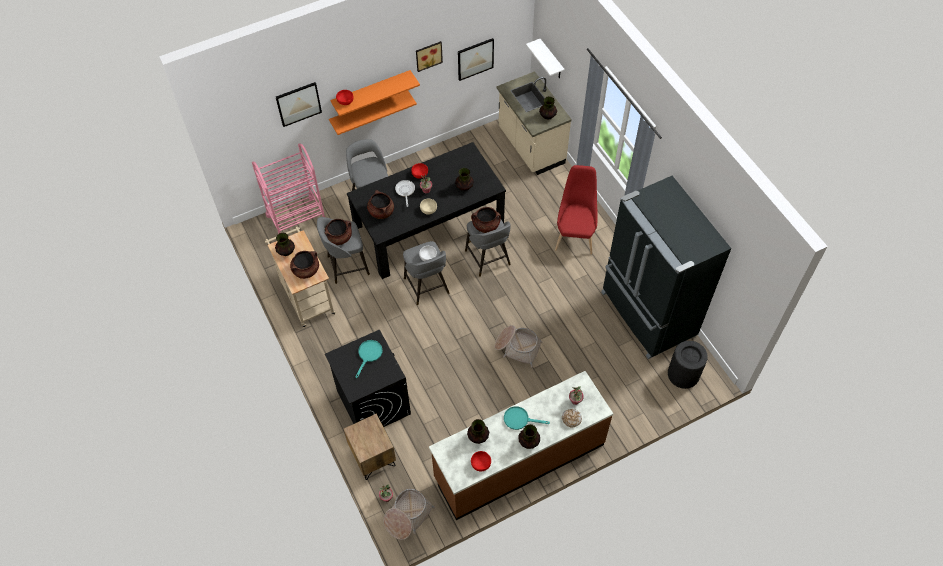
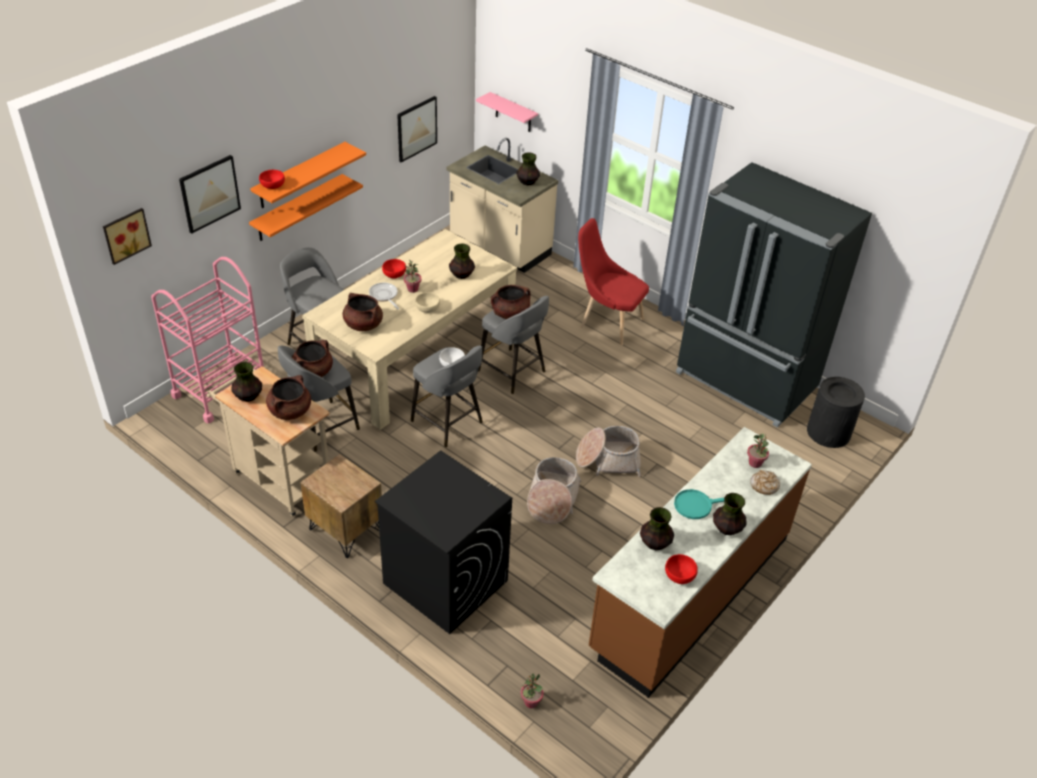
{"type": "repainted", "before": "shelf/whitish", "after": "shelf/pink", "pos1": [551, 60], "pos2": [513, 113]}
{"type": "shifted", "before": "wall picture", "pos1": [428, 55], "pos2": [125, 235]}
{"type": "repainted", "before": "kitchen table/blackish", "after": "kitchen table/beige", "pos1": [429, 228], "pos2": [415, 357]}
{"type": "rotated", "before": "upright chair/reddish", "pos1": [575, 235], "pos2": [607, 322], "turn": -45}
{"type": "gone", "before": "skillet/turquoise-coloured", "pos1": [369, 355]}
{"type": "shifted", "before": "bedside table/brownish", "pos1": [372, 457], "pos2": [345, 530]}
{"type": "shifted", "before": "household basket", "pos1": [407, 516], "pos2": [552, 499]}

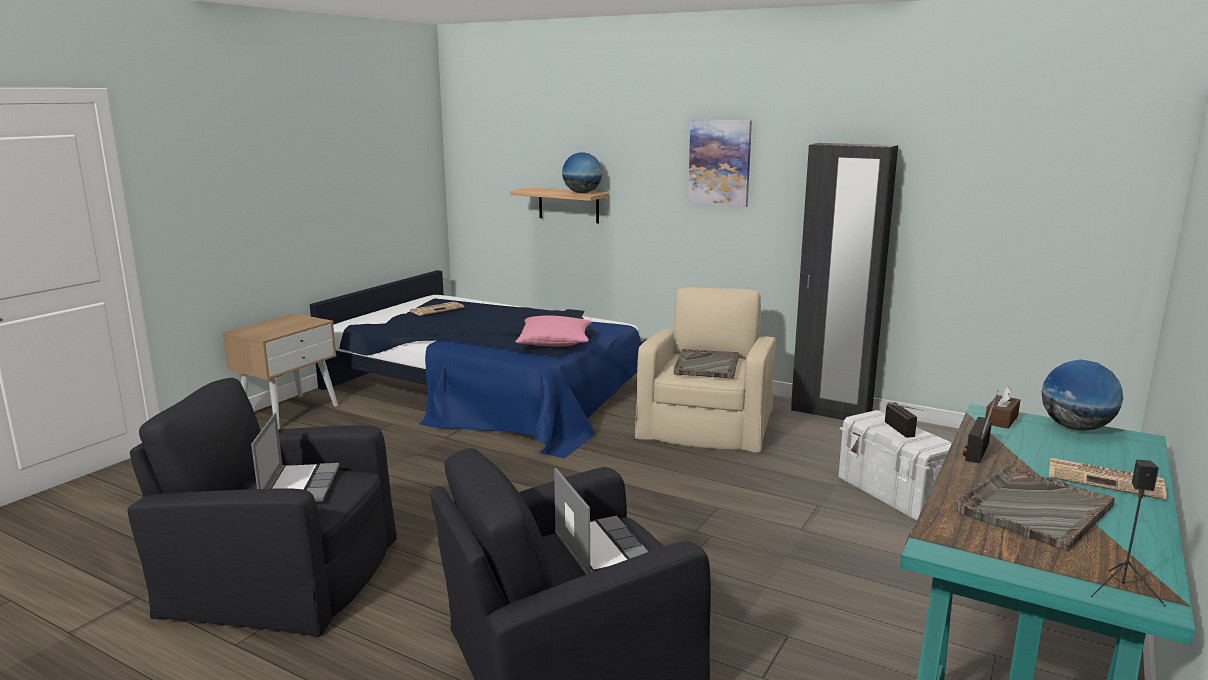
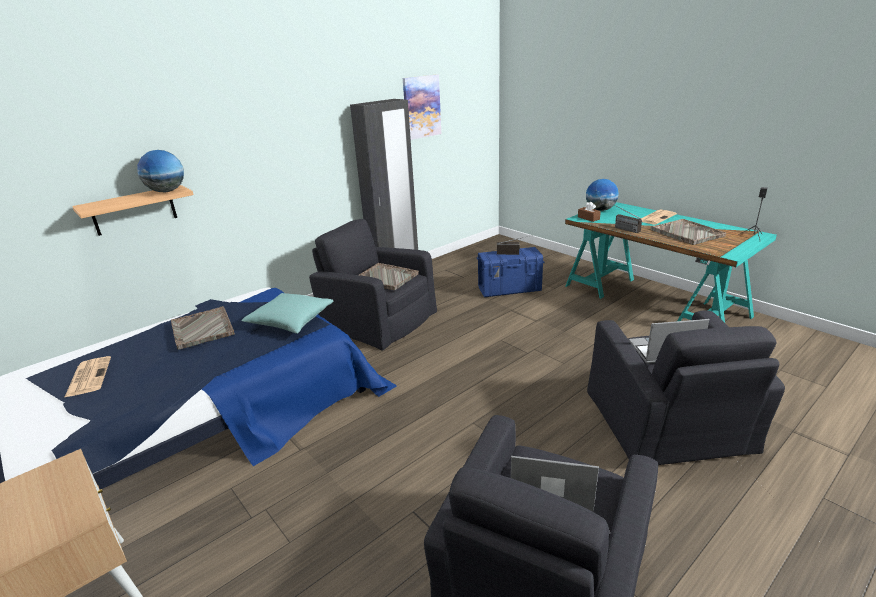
{"type": "shifted", "before": "wall picture", "pos1": [719, 162], "pos2": [421, 107]}
{"type": "repainted", "before": "lounge chair/beige", "after": "lounge chair/blackish", "pos1": [706, 423], "pos2": [377, 319]}
{"type": "repainted", "before": "cushion/pink", "after": "cushion/turquoise-coloured", "pos1": [555, 343], "pos2": [291, 321]}
{"type": "repainted", "before": "storage box/whitish", "after": "storage box/blue-coloured", "pos1": [894, 496], "pos2": [509, 289]}
{"type": "new", "after": "tray/gray", "pos2": [202, 329]}

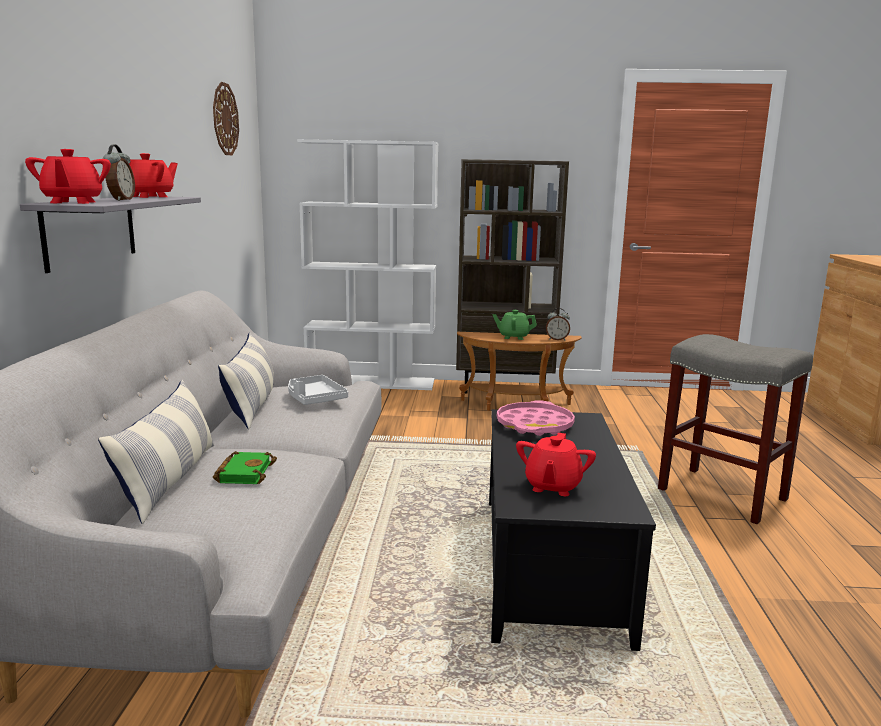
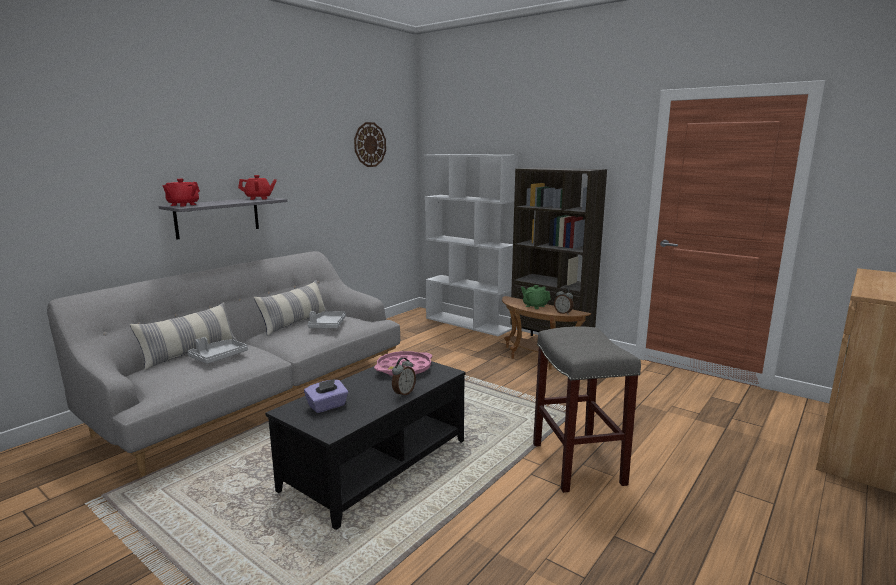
{"type": "shifted", "before": "table clock", "pos1": [121, 200], "pos2": [403, 393]}
{"type": "swapped", "before": "tea pot/reddish", "after": "box of tissues/purple", "pos1": [552, 486], "pos2": [327, 406]}
{"type": "swapped", "before": "volume/greenish", "after": "tray/gray", "pos1": [244, 472], "pos2": [218, 357]}

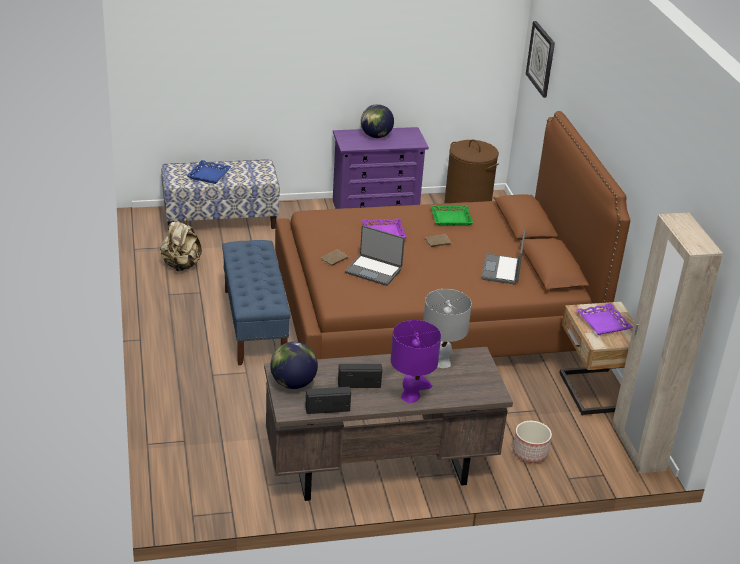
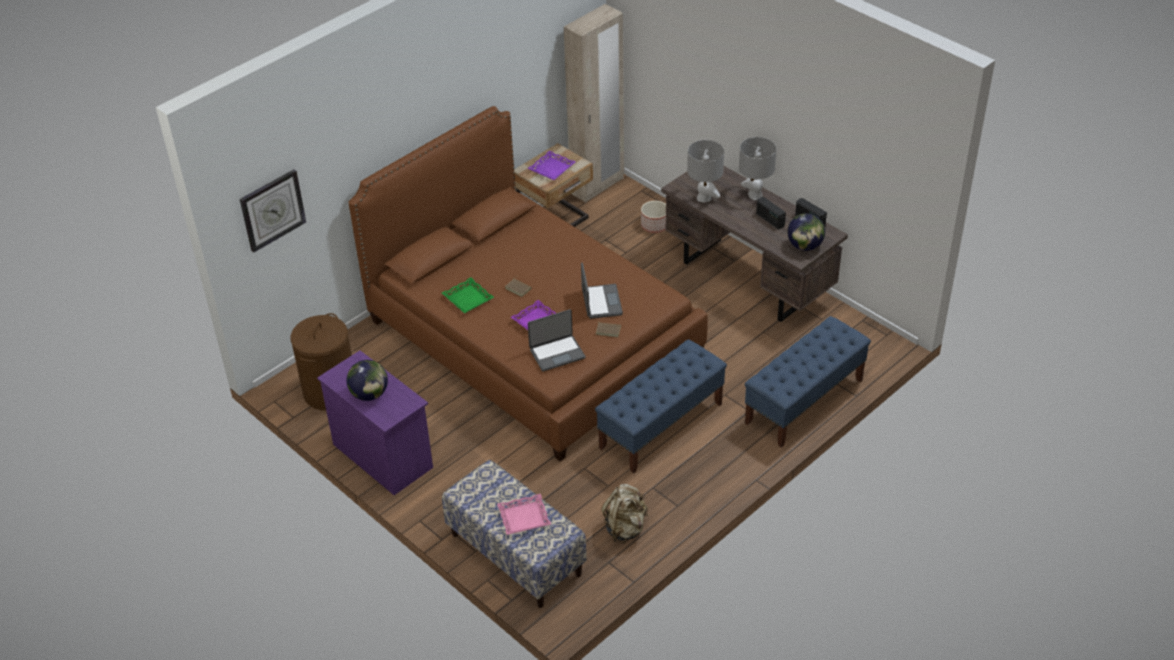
{"type": "repainted", "before": "tray/blue-coloured", "after": "tray/pink", "pos1": [209, 175], "pos2": [524, 518]}
{"type": "shifted", "before": "notebook computer", "pos1": [502, 270], "pos2": [557, 353]}
{"type": "repainted", "before": "lamp for a table/purple", "after": "lamp for a table/gray", "pos1": [410, 396], "pos2": [755, 195]}
{"type": "new", "after": "indoor bench/blue-coloured", "pos2": [804, 402]}

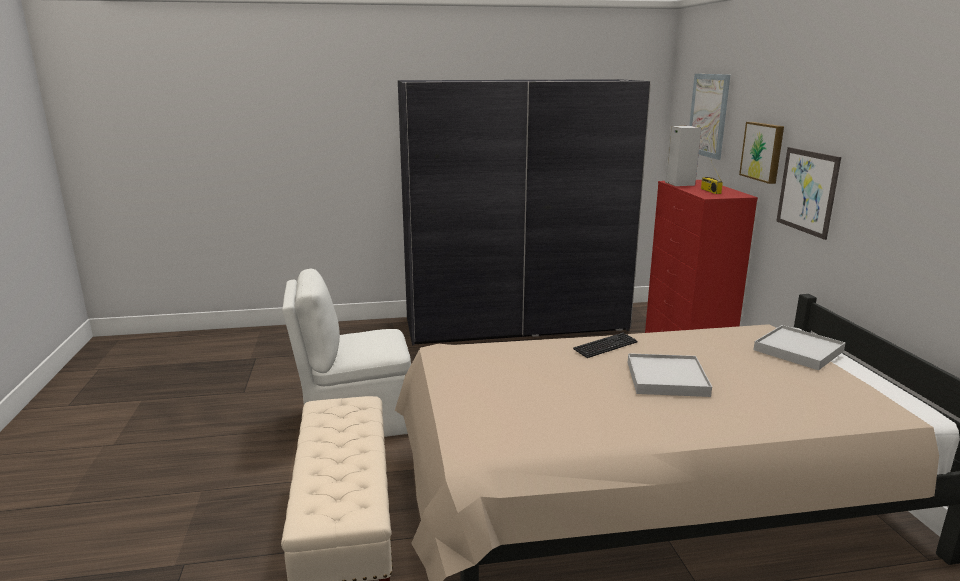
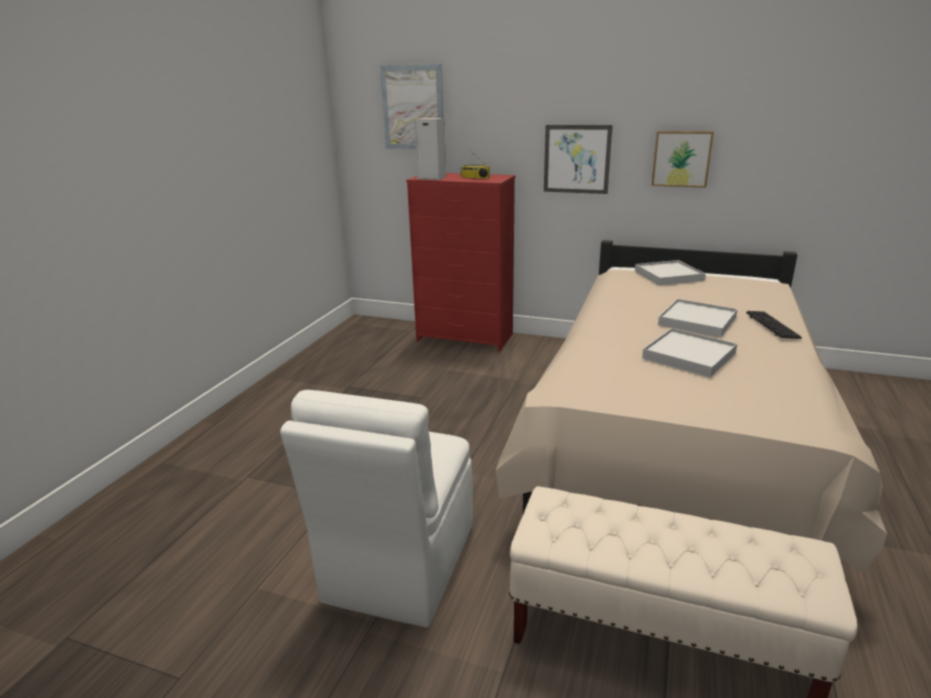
{"type": "gone", "before": "clothes cupboard/gray", "pos1": [516, 324]}
{"type": "shifted", "before": "wall picture", "pos1": [763, 151], "pos2": [681, 158]}
{"type": "shifted", "before": "keyboard", "pos1": [605, 346], "pos2": [772, 326]}
{"type": "new", "after": "tray/whitish", "pos2": [689, 355]}

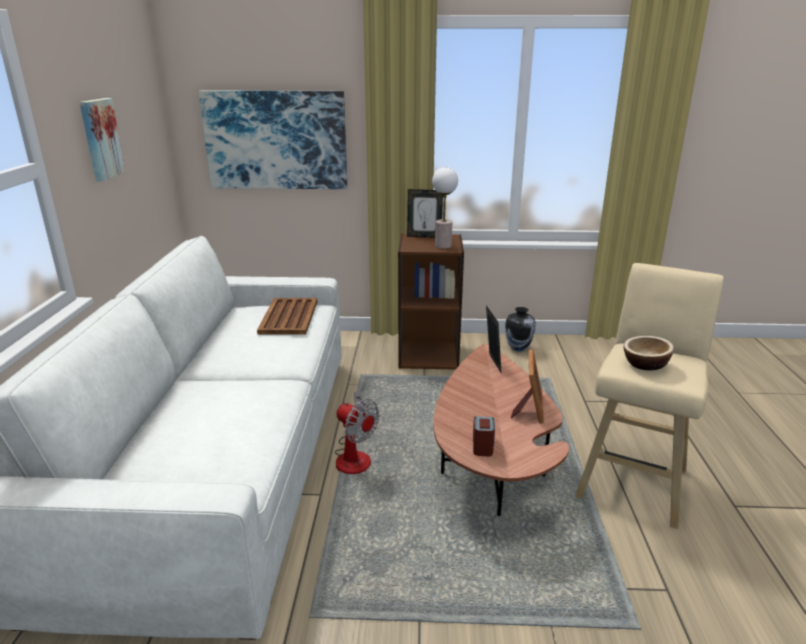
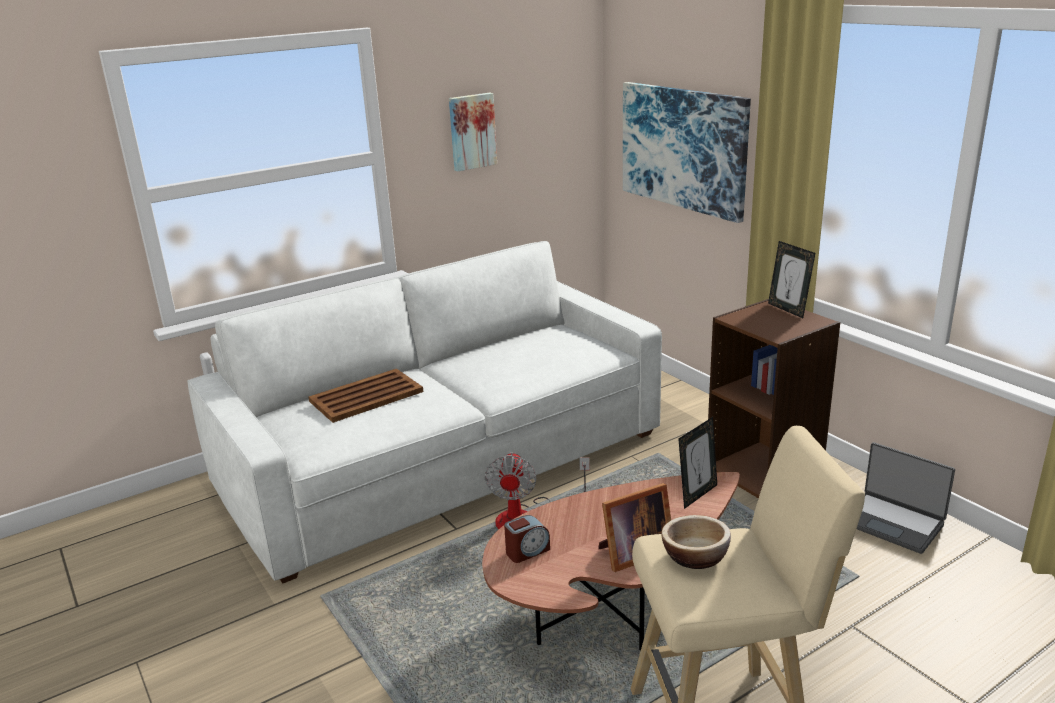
{"type": "gone", "before": "lamp for a table", "pos1": [443, 246]}
{"type": "shifted", "before": "tray/brownish", "pos1": [288, 317], "pos2": [365, 396]}
{"type": "swapped", "before": "vase", "after": "notebook computer", "pos1": [518, 348], "pos2": [892, 523]}

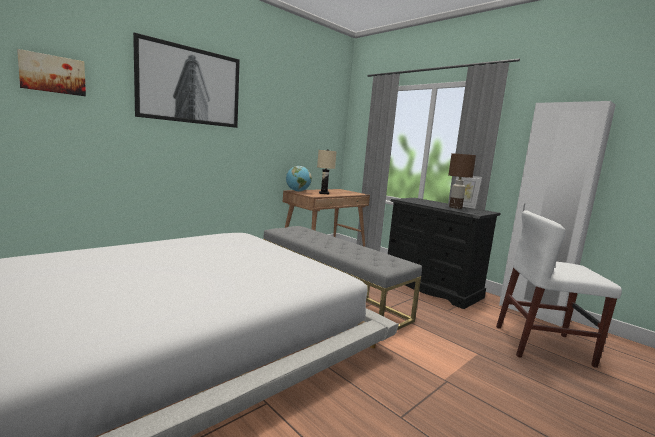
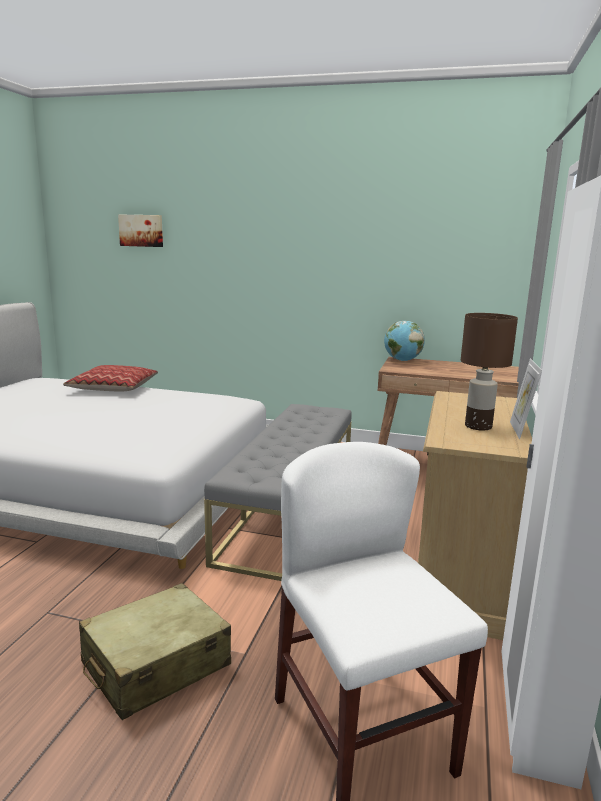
{"type": "gone", "before": "wall picture", "pos1": [190, 85]}
{"type": "gone", "before": "lamp for a table/beige", "pos1": [324, 193]}
{"type": "repainted", "before": "dresser/blackish", "after": "dresser/beige", "pos1": [431, 287], "pos2": [460, 575]}
{"type": "new", "after": "cushion", "pos2": [113, 388]}
{"type": "new", "after": "travel case/beige", "pos2": [155, 665]}

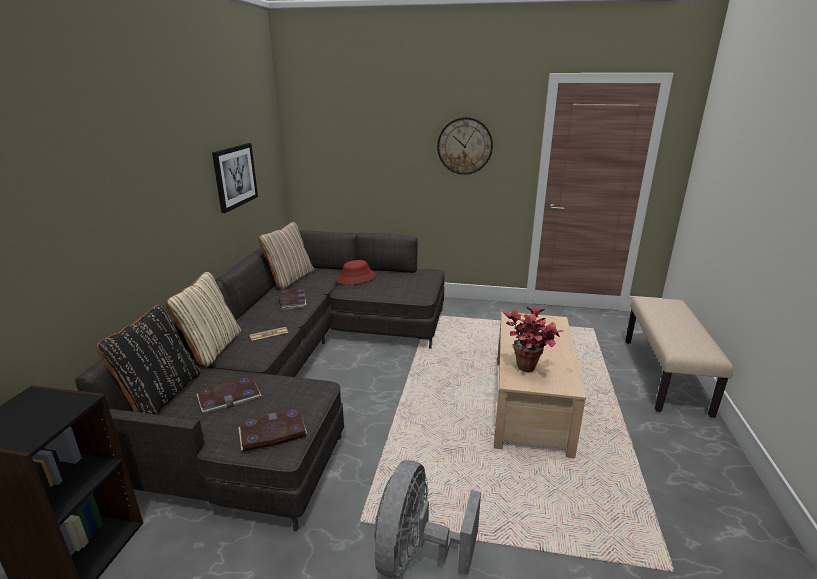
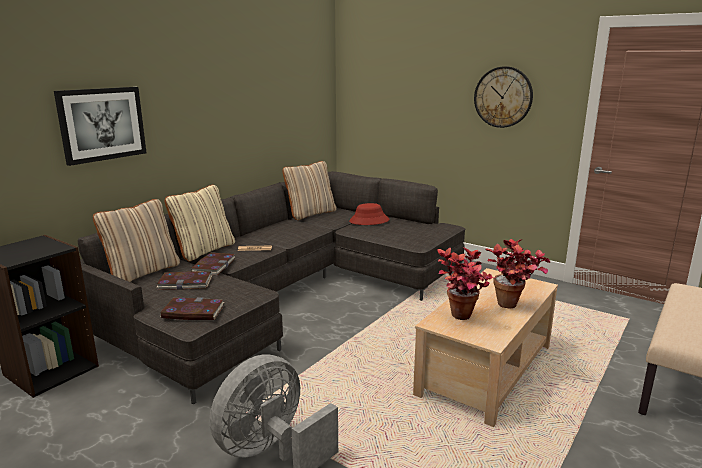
{"type": "shifted", "before": "wall picture", "pos1": [235, 176], "pos2": [102, 124]}
{"type": "shifted", "before": "volume", "pos1": [292, 300], "pos2": [213, 266]}
{"type": "repainted", "before": "cushion/blackish", "after": "cushion/beige", "pos1": [161, 395], "pos2": [143, 272]}
{"type": "new", "after": "houseplant", "pos2": [513, 307]}

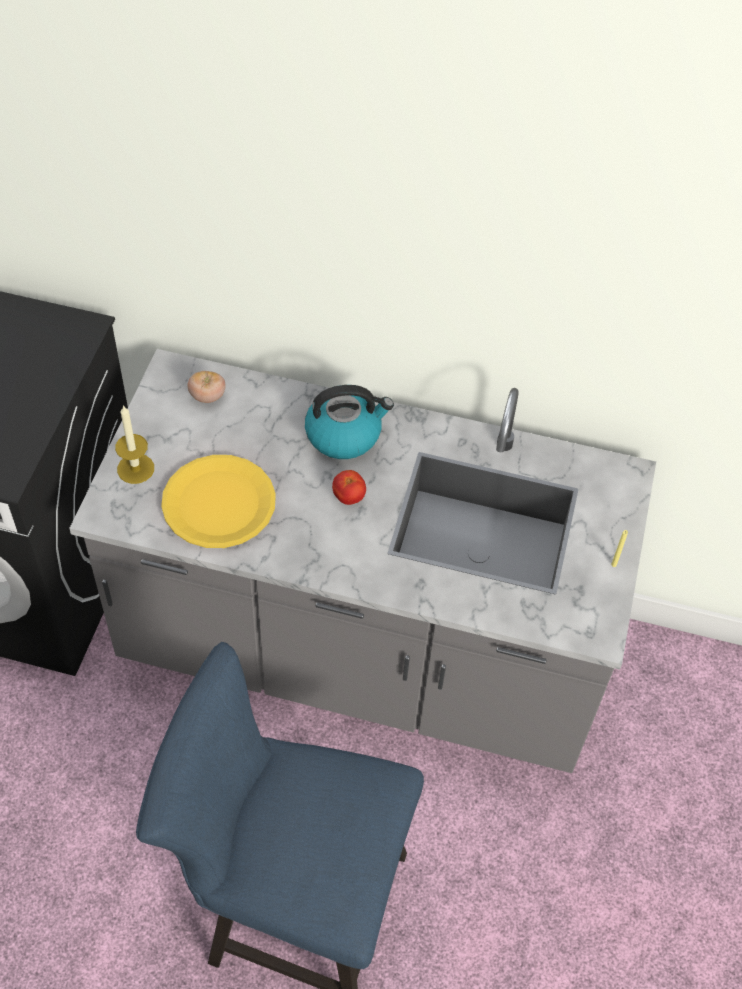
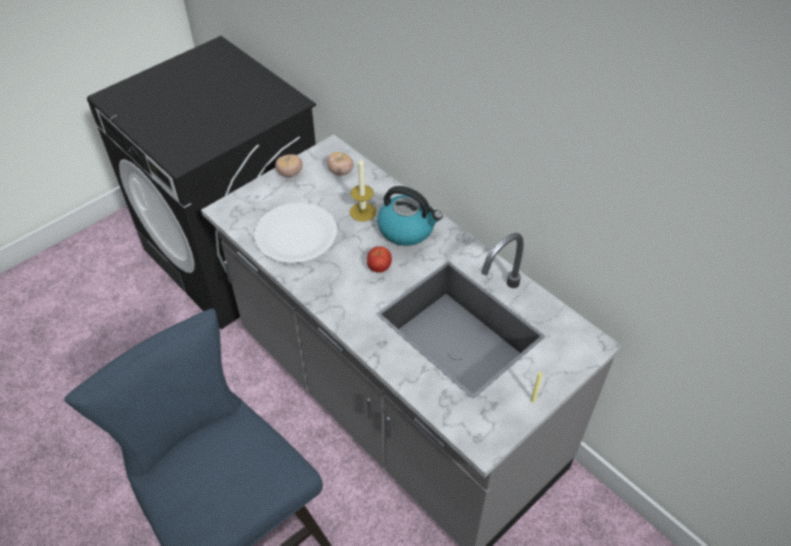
{"type": "shifted", "before": "wax candle", "pos1": [135, 468], "pos2": [363, 212]}
{"type": "repainted", "before": "plate/yellowish", "after": "plate/whitish", "pos1": [219, 503], "pos2": [296, 235]}
{"type": "new", "after": "tomato", "pos2": [290, 173]}

